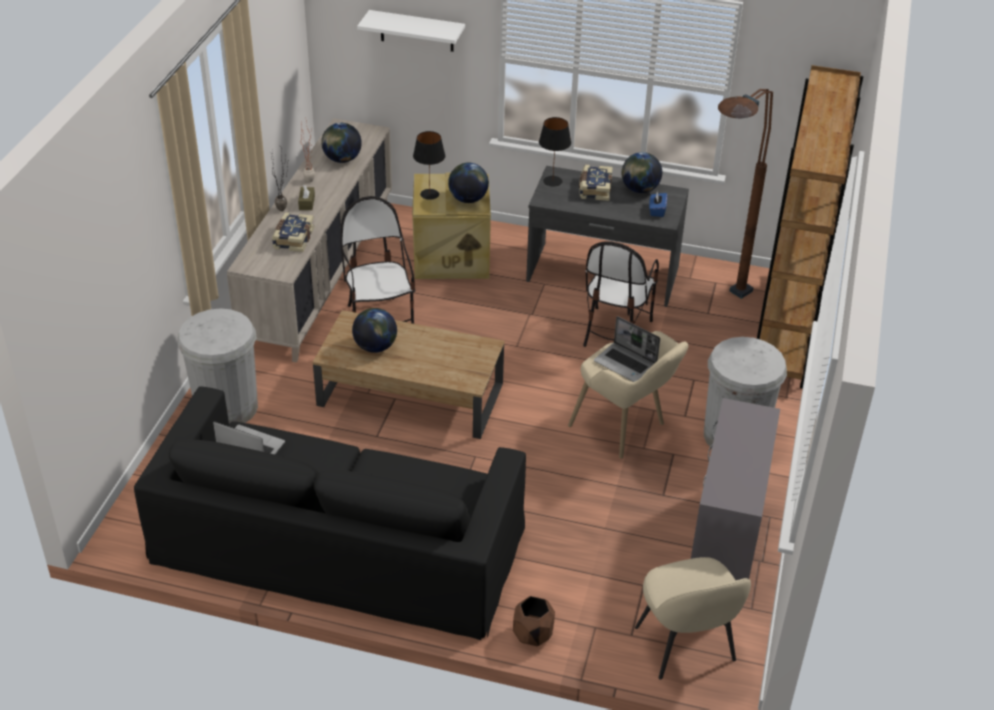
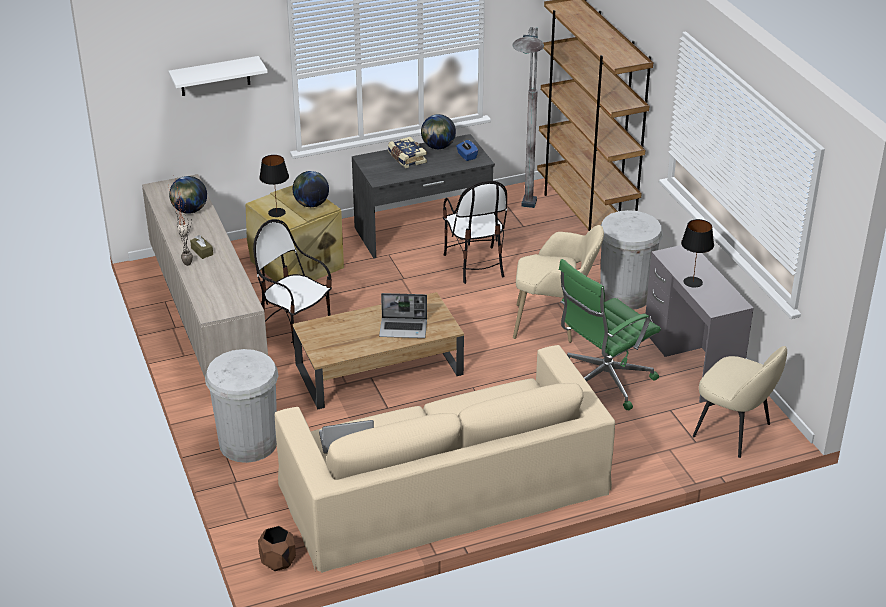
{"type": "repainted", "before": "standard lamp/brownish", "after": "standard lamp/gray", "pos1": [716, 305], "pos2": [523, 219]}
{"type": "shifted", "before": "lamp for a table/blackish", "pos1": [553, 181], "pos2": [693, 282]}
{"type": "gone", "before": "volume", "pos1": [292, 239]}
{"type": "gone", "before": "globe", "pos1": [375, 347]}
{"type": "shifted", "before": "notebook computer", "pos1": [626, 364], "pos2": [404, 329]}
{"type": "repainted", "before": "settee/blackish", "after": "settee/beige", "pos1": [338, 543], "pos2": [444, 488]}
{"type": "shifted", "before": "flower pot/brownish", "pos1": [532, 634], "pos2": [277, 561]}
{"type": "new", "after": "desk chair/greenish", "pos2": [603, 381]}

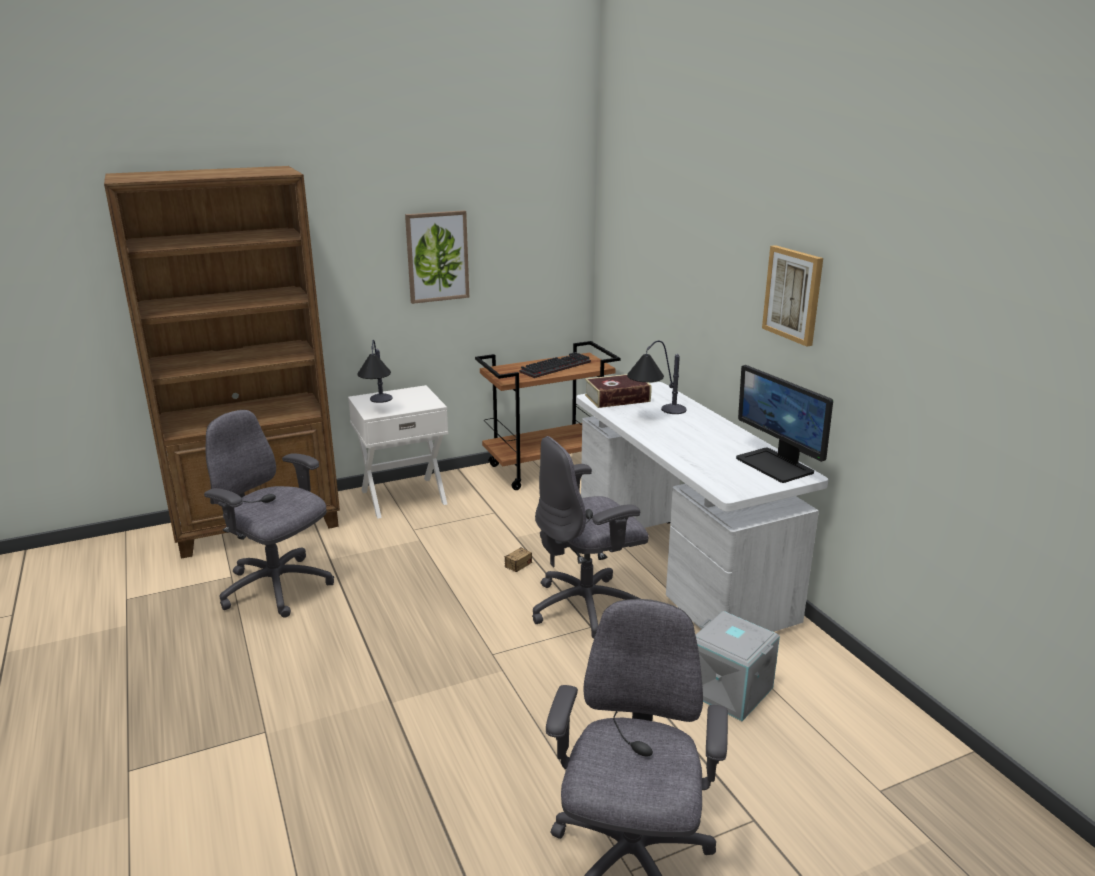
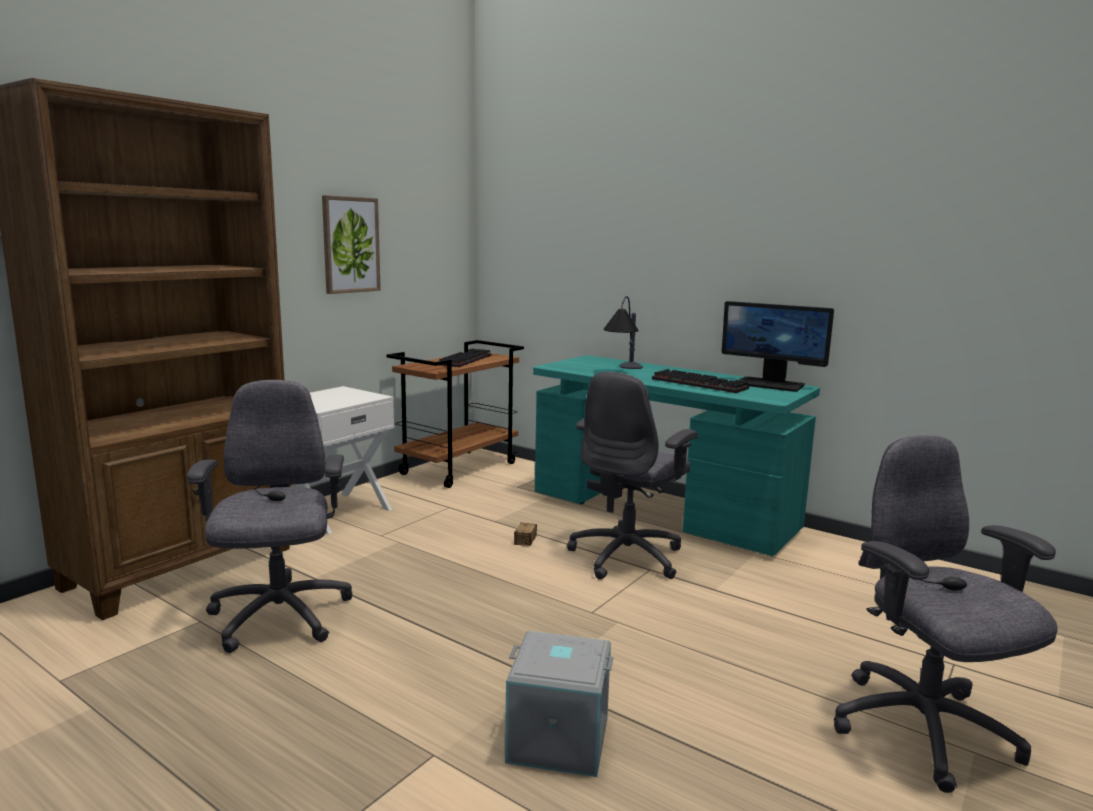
{"type": "gone", "before": "wall picture", "pos1": [793, 294]}
{"type": "gone", "before": "lamp for a table", "pos1": [379, 407]}
{"type": "gone", "before": "volume", "pos1": [617, 398]}
{"type": "repainted", "before": "desk/whitish", "after": "desk/turquoise-coloured", "pos1": [679, 565], "pos2": [661, 512]}
{"type": "rotated", "before": "desk chair/gray", "pos1": [277, 588], "pos2": [279, 618], "turn": 75}
{"type": "shifted", "before": "storage box/gray", "pos1": [727, 690], "pos2": [557, 740]}
{"type": "new", "after": "keyboard", "pos2": [701, 384]}

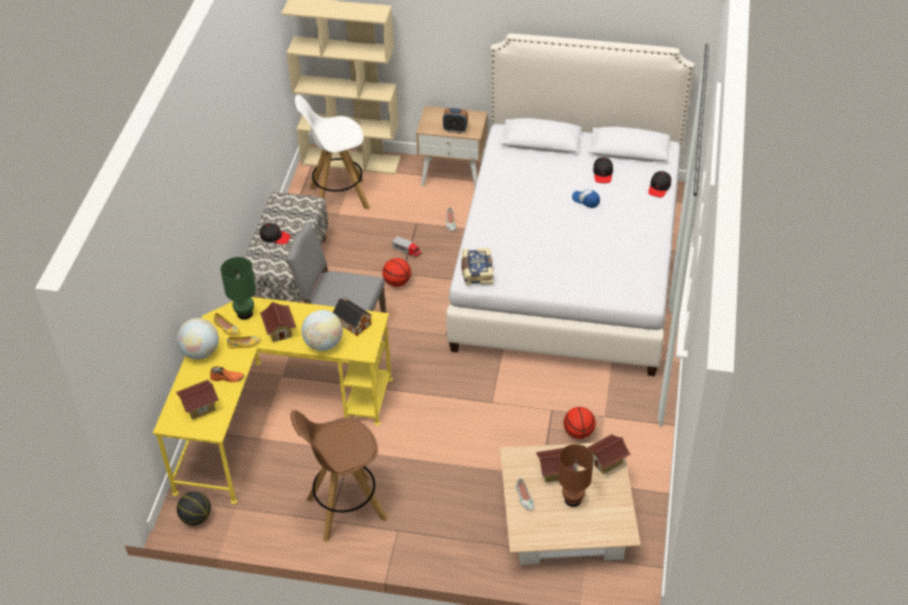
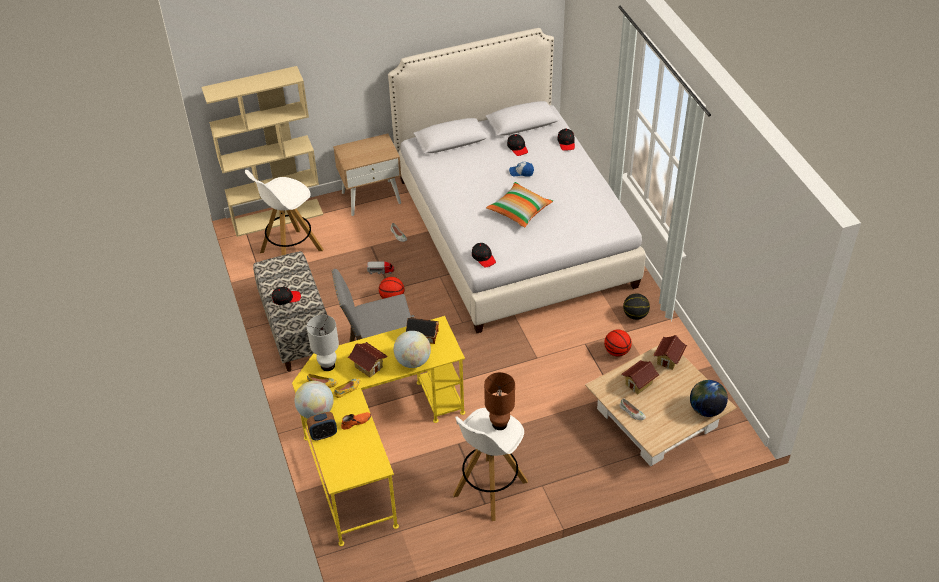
{"type": "shifted", "before": "table clock", "pos1": [455, 130], "pos2": [323, 434]}
{"type": "swapped", "before": "volume", "after": "peaked cap/blackish", "pos1": [476, 272], "pos2": [483, 257]}
{"type": "repainted", "before": "lamp for a table/greenish", "after": "lamp for a table/whitish", "pos1": [244, 314], "pos2": [327, 366]}
{"type": "gone", "before": "miniature house", "pos1": [200, 407]}
{"type": "repainted", "before": "stool seat/brownish", "after": "stool seat/whitish", "pos1": [345, 509], "pos2": [489, 489]}
{"type": "shifted", "before": "lamp for a table/brownish", "pos1": [573, 500], "pos2": [500, 424]}
{"type": "shifted", "before": "basketball", "pos1": [196, 517], "pos2": [635, 315]}
{"type": "new", "after": "cushion", "pos2": [519, 211]}
{"type": "new", "after": "globe", "pos2": [706, 409]}

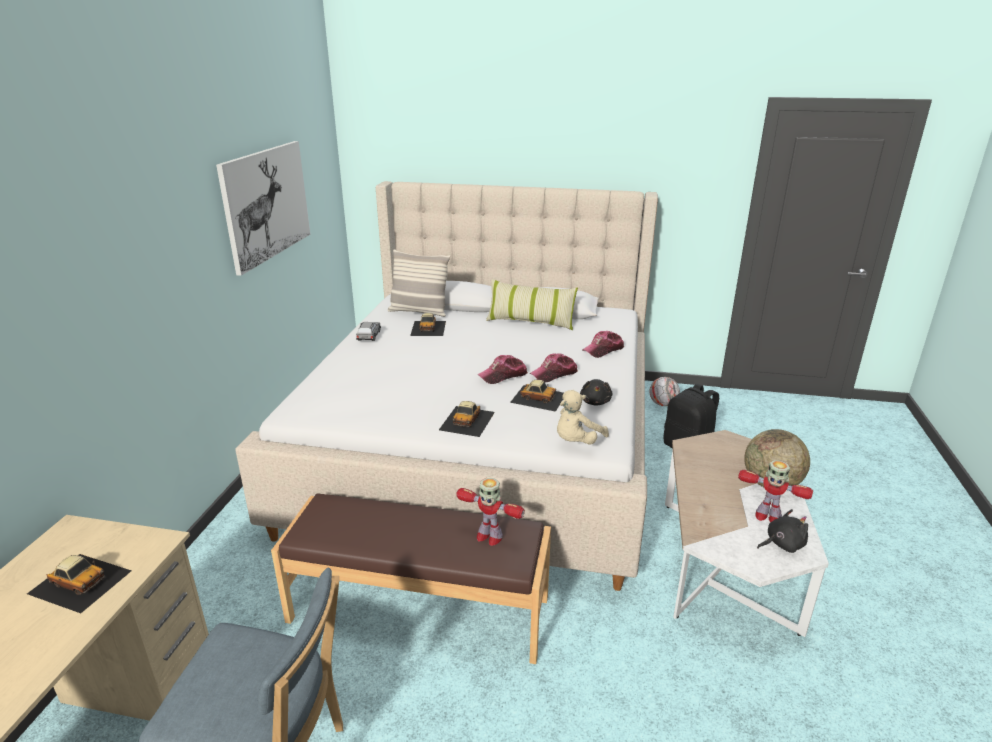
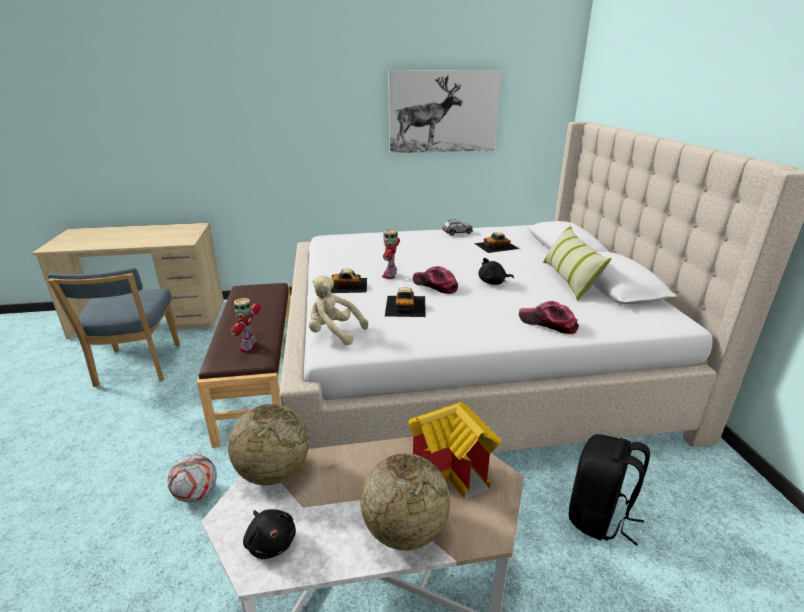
{"type": "gone", "before": "cushion", "pos1": [419, 311]}
{"type": "gone", "before": "peaked cap", "pos1": [554, 374]}
{"type": "shifted", "before": "football", "pos1": [663, 404], "pos2": [197, 494]}
{"type": "shifted", "before": "cuddly toy/blackish", "pos1": [595, 402], "pos2": [493, 282]}
{"type": "shifted", "before": "toy robot", "pos1": [767, 516], "pos2": [390, 275]}
{"type": "gone", "before": "miniature car", "pos1": [80, 581]}
{"type": "new", "after": "miniature house", "pos2": [453, 472]}
{"type": "new", "after": "globe", "pos2": [273, 472]}

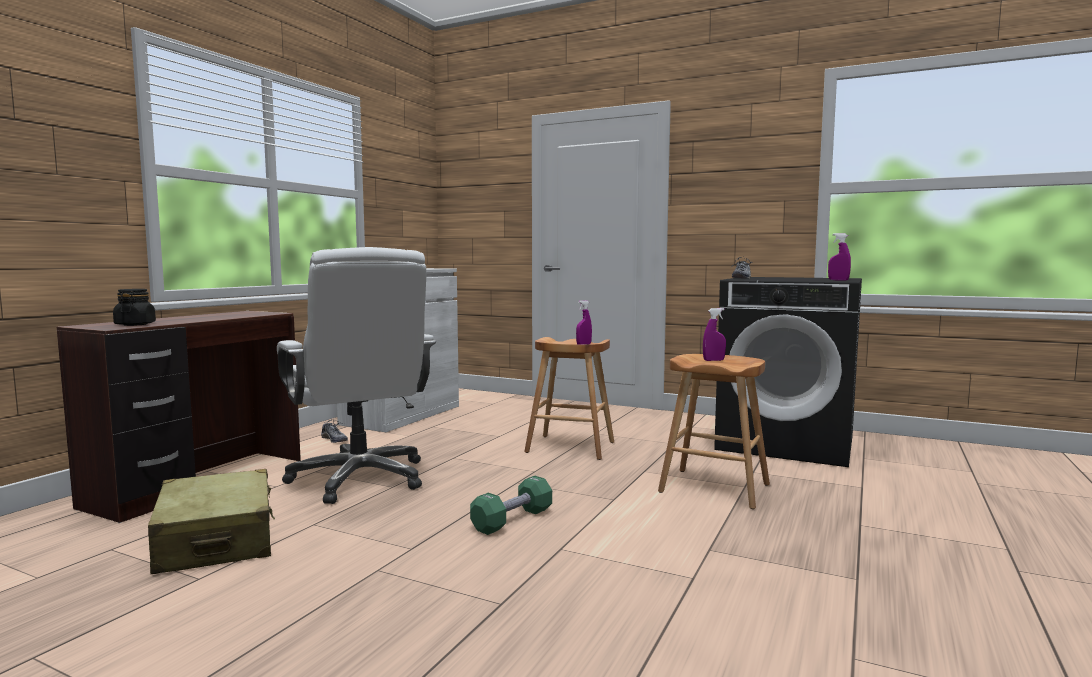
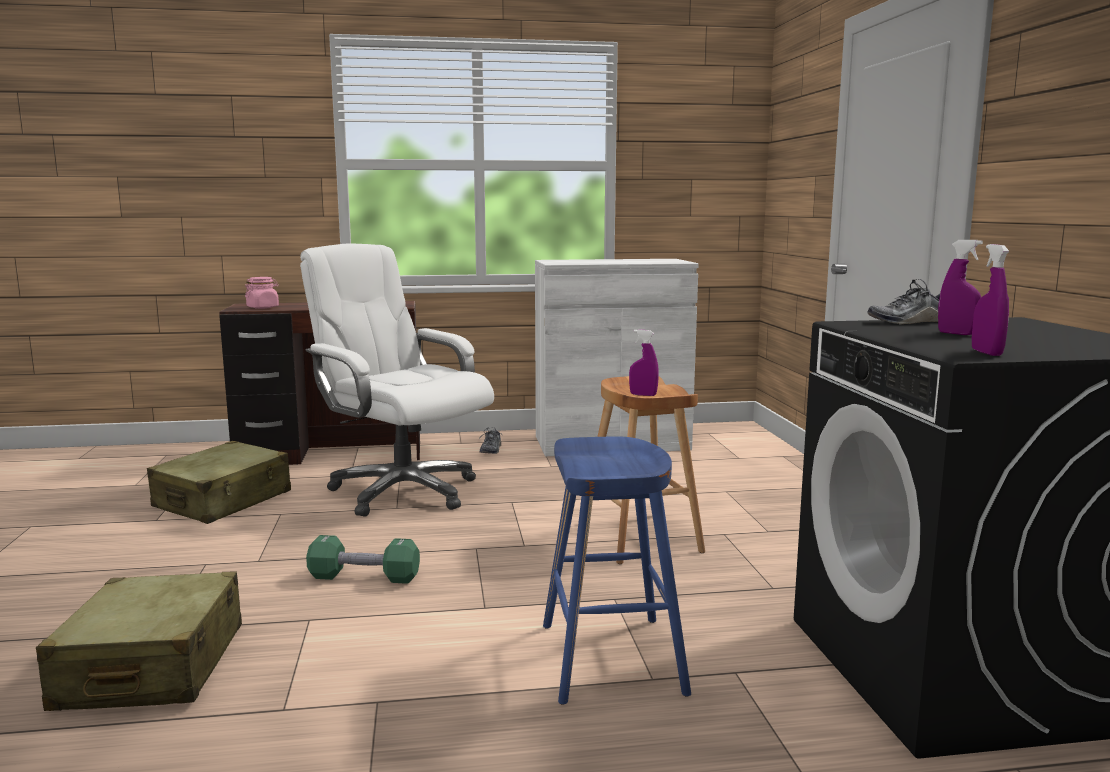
{"type": "rotated", "before": "desk chair/whitish", "pos1": [360, 478], "pos2": [402, 491], "turn": 105}
{"type": "repainted", "before": "storage jar/blackish", "after": "storage jar/pink", "pos1": [135, 324], "pos2": [263, 307]}
{"type": "shifted", "before": "spray bottle/purple", "pos1": [713, 360], "pos2": [956, 333]}
{"type": "repainted", "before": "stool seat/brownish", "after": "stool seat/blue-coloured", "pos1": [714, 488], "pos2": [611, 658]}
{"type": "new", "after": "travel case/beige", "pos2": [152, 667]}

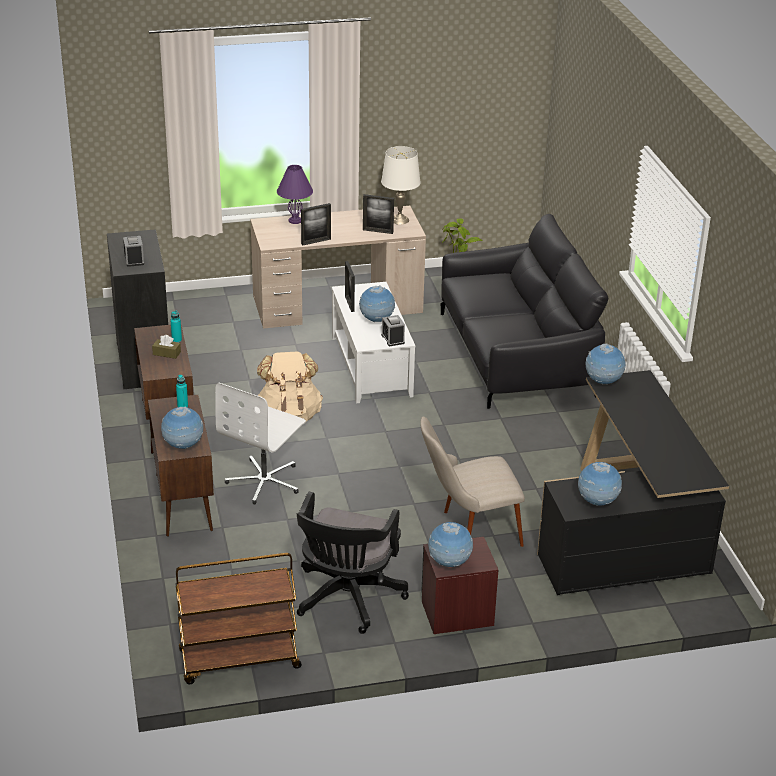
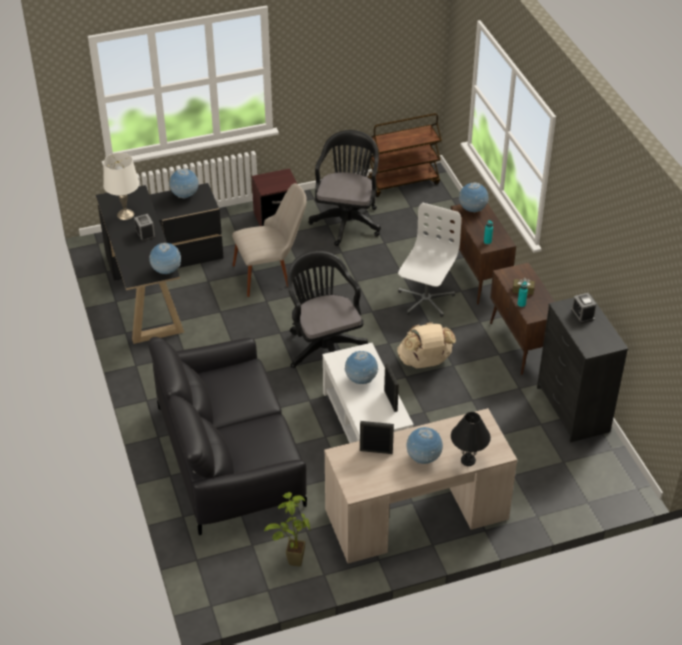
{"type": "shifted", "before": "lamp for a table/whitish", "pos1": [400, 220], "pos2": [125, 214]}
{"type": "repainted", "before": "lamp for a table/purple", "after": "lamp for a table/blackish", "pos1": [295, 220], "pos2": [468, 460]}
{"type": "gone", "before": "picture frame", "pos1": [316, 241]}
{"type": "shifted", "before": "table clock", "pos1": [392, 339], "pos2": [145, 234]}
{"type": "shifted", "before": "globe", "pos1": [449, 563], "pos2": [423, 458]}
{"type": "new", "after": "desk chair/blackish", "pos2": [324, 347]}

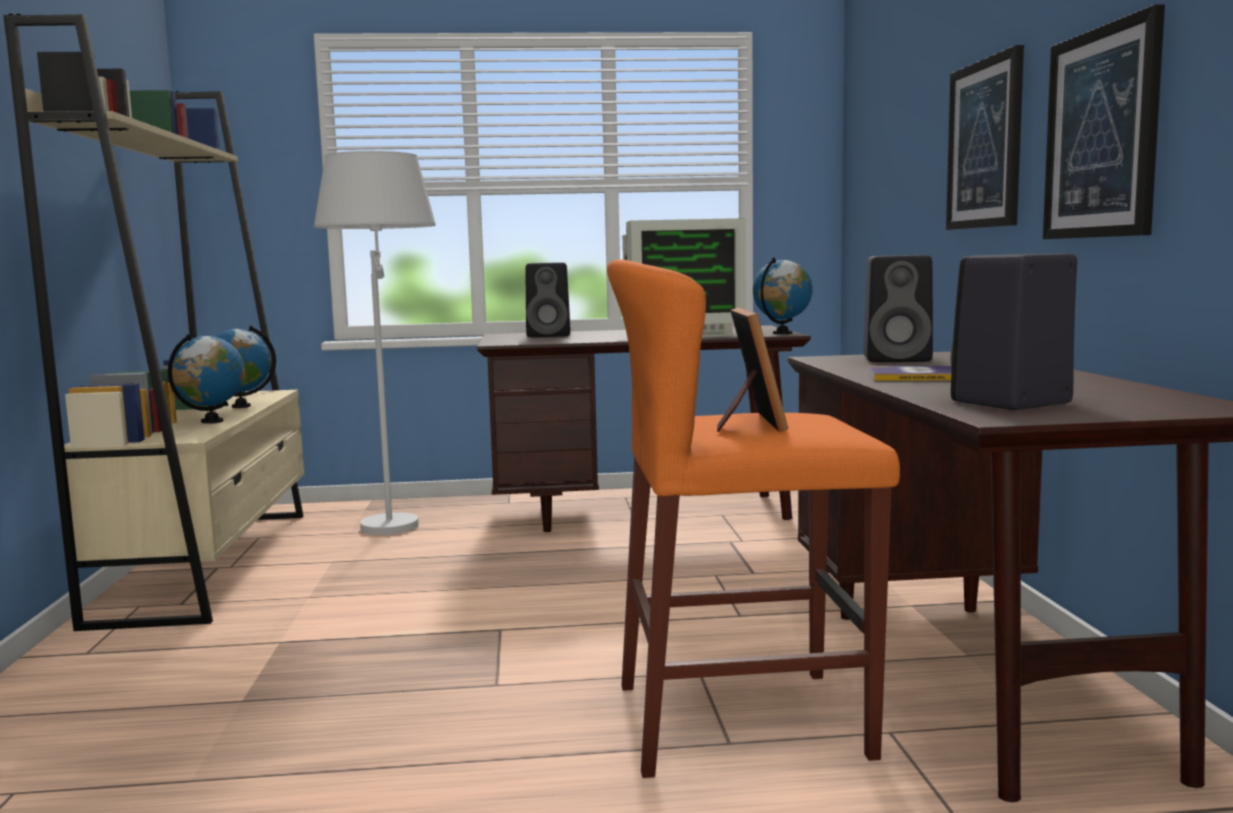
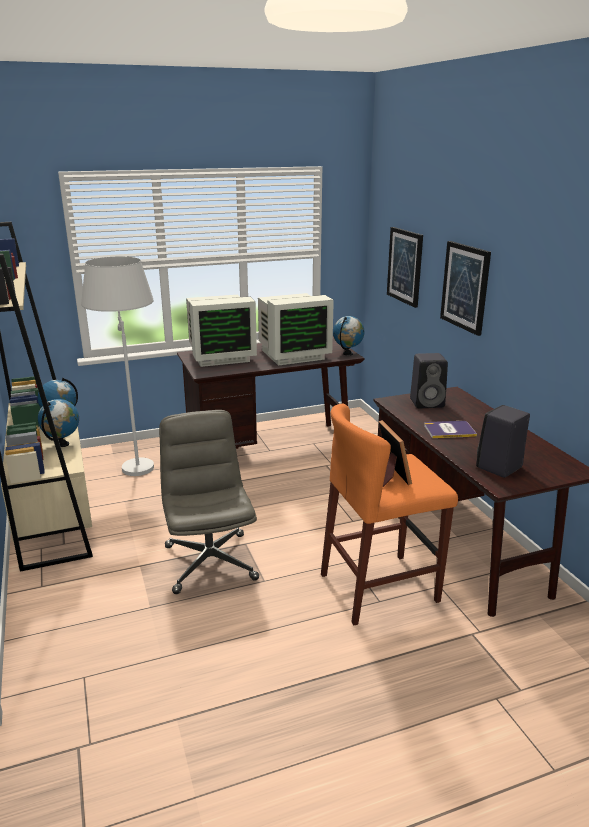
{"type": "shifted", "before": "wall picture", "pos1": [1102, 134], "pos2": [405, 266]}
{"type": "swapped", "before": "audio speaker/blackish", "after": "monitor", "pos1": [550, 335], "pos2": [220, 356]}
{"type": "new", "after": "desk chair/gray", "pos2": [209, 562]}

